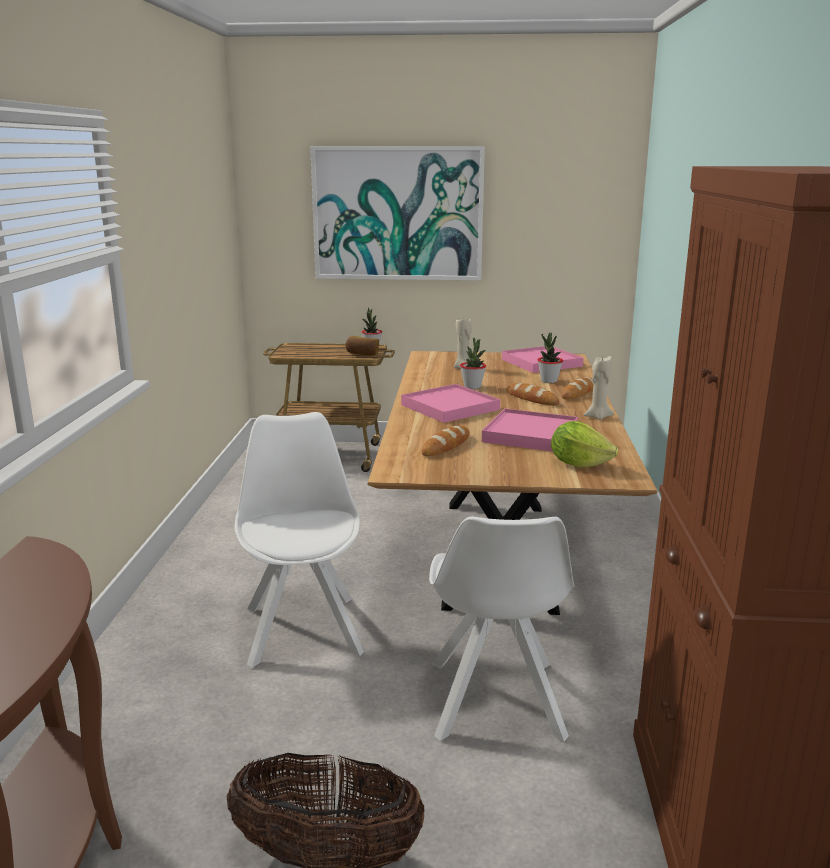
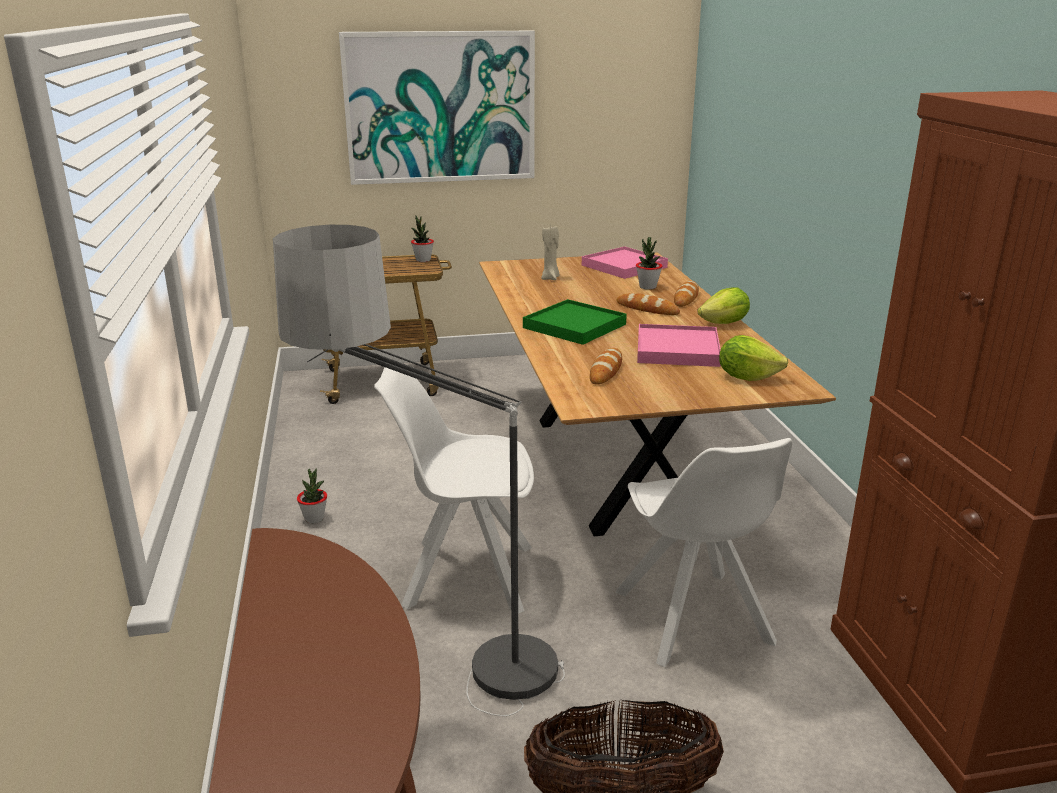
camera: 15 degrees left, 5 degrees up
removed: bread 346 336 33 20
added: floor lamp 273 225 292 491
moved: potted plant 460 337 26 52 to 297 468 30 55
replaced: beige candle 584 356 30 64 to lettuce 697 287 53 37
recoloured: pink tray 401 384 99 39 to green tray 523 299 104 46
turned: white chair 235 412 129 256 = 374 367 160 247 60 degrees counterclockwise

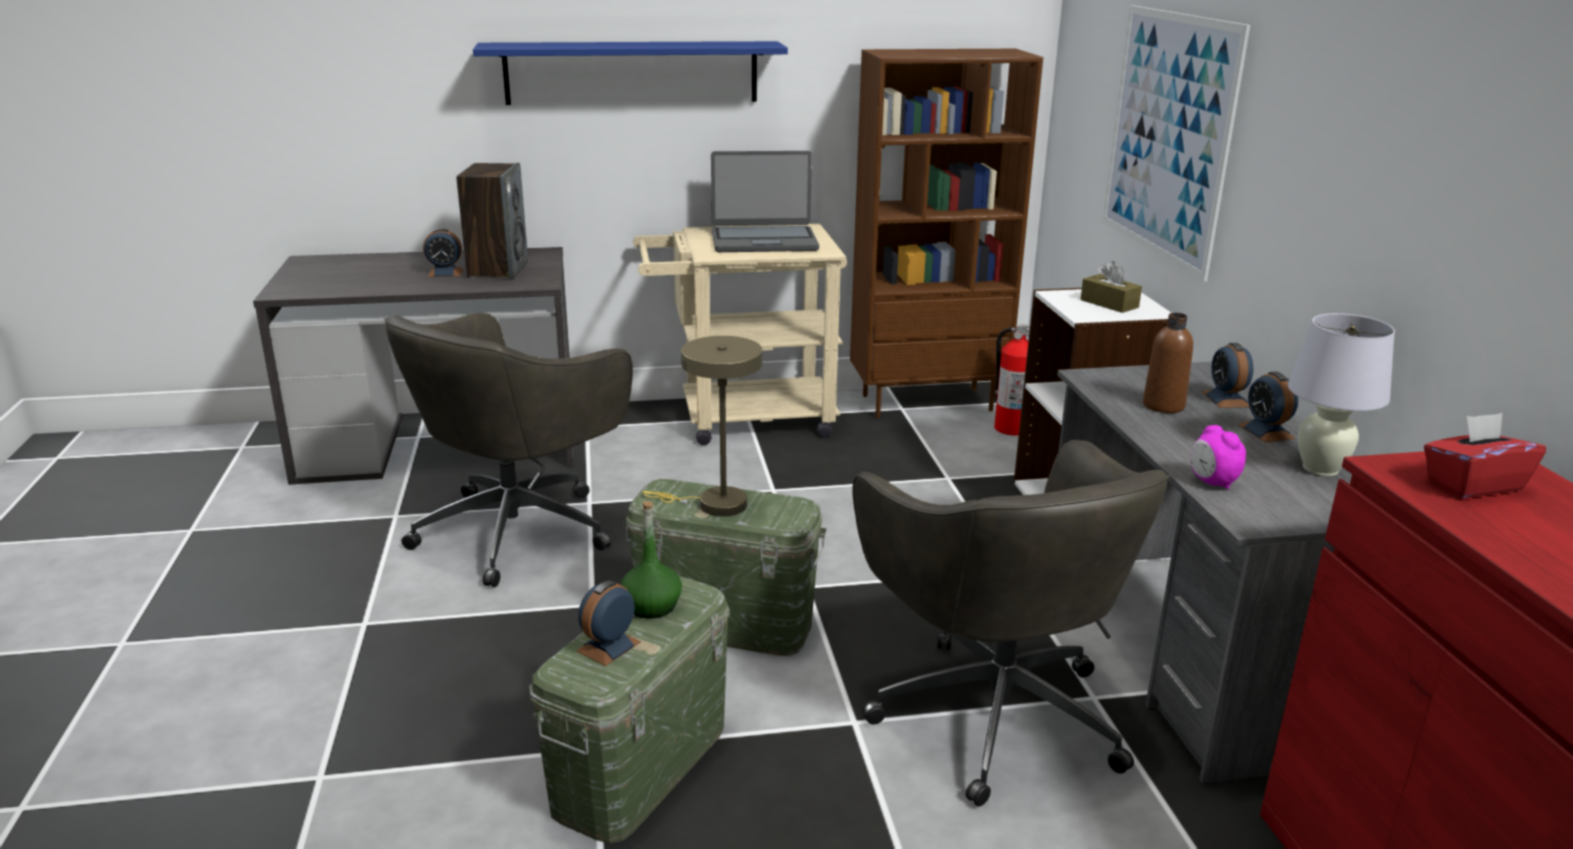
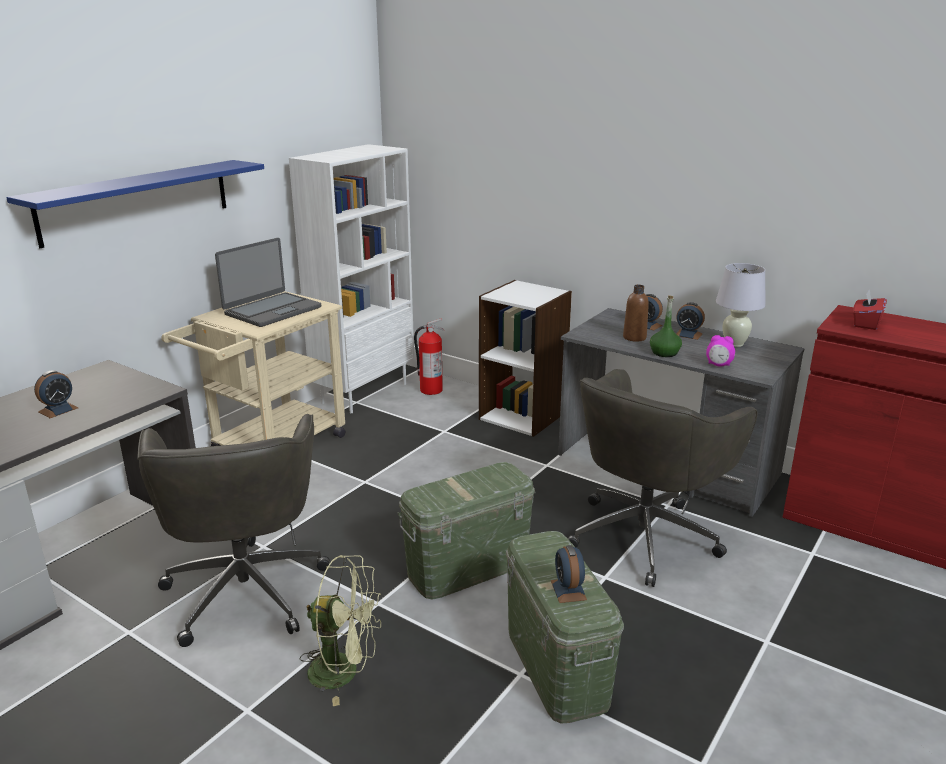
camera: 45 degrees left, 0 degrees up
removed: speaker 456 163 72 116; beige table lamp 643 336 119 181; brown tissue box 1081 261 61 52; picture 1102 5 148 276
added: green fan 300 555 81 151
moved: green bottle 621 501 61 117 to 650 295 32 62
recoloured: brown bookcase 850 49 193 369 to white bookcase 289 144 125 269
turned: grey office chair 852 440 318 367 = 568 369 189 218 105 degrees clockwise

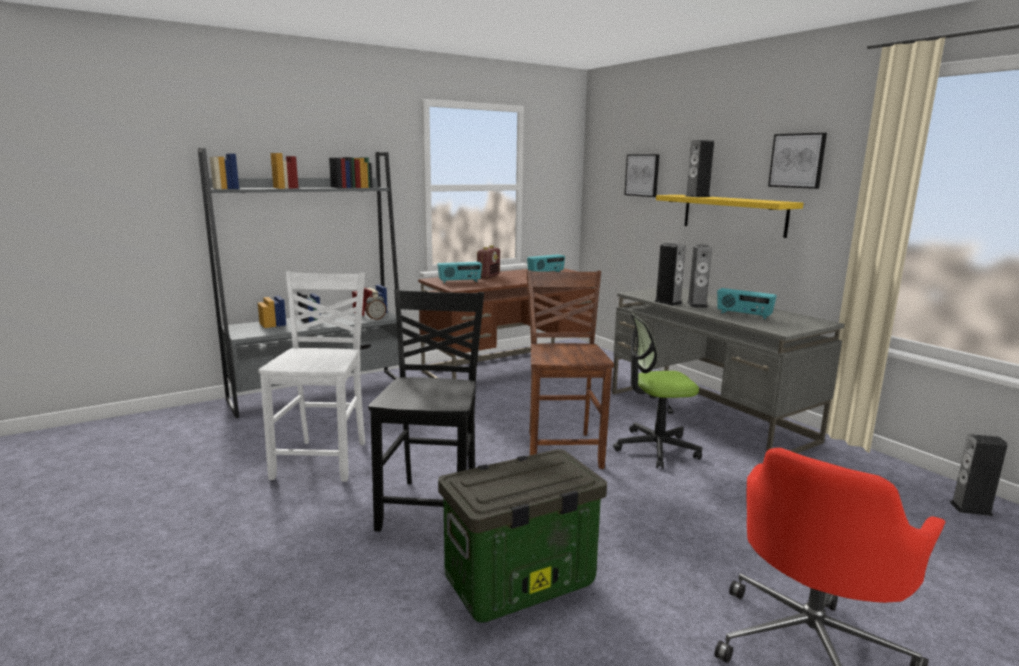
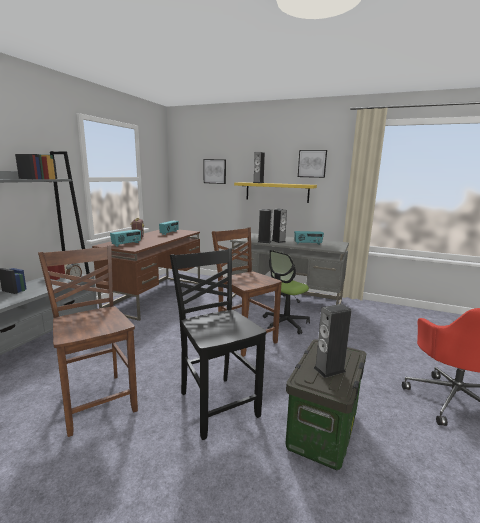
camera: 35 degrees left, 0 degrees up
moved: speaker 950 434 58 82 to 314 304 37 74
recoloured: white chair 258 271 107 211 to brown chair 38 245 100 192

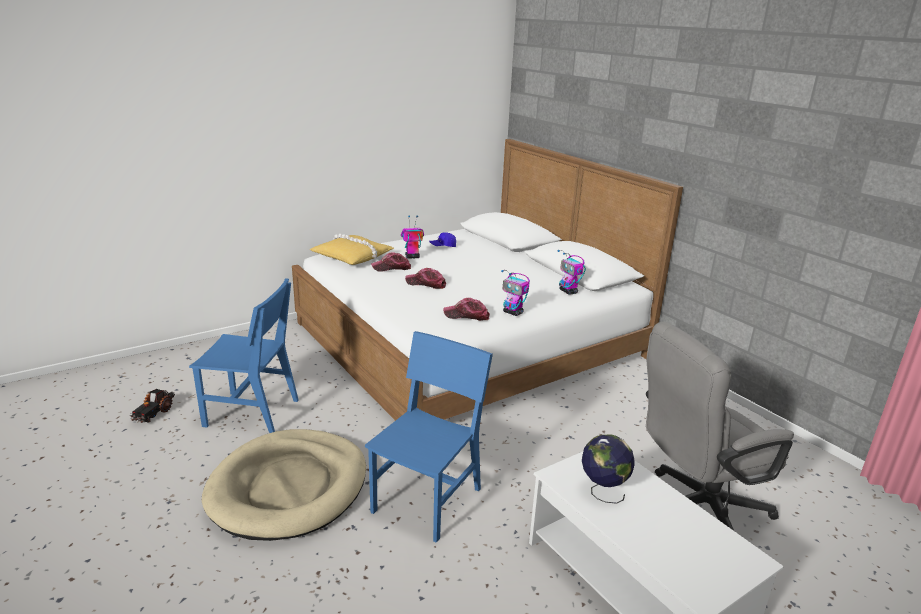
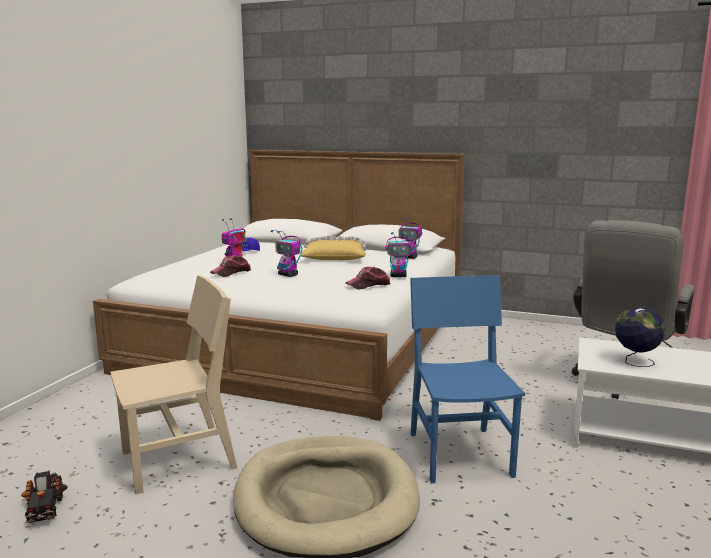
camera: 35 degrees left, 10 degrees down
moved: yellow pillow 310 234 84 31 to 299 236 67 24
replaced: cap 405 268 41 21 to toy robot 271 230 31 47
recoloured: blue chair 189 278 110 155 to beige chair 111 275 126 219

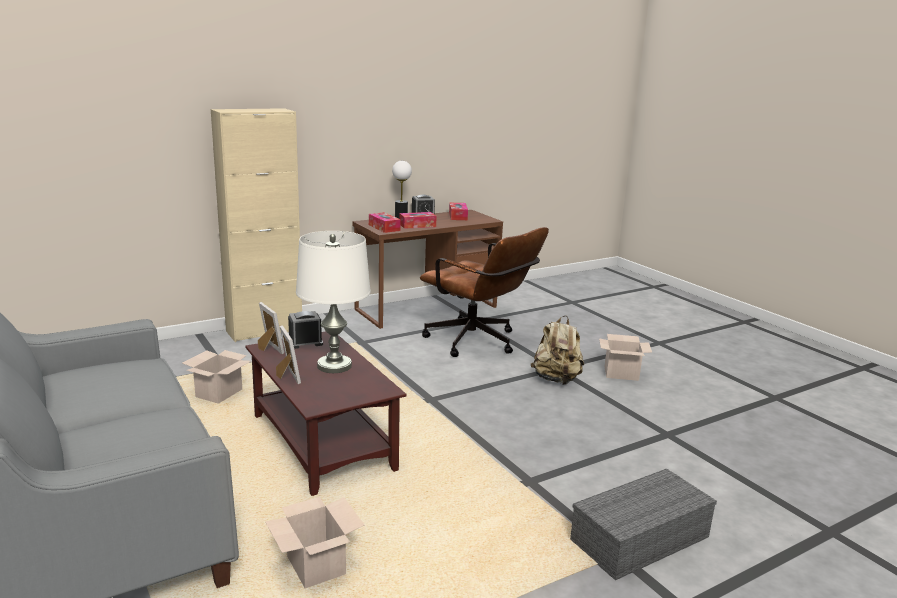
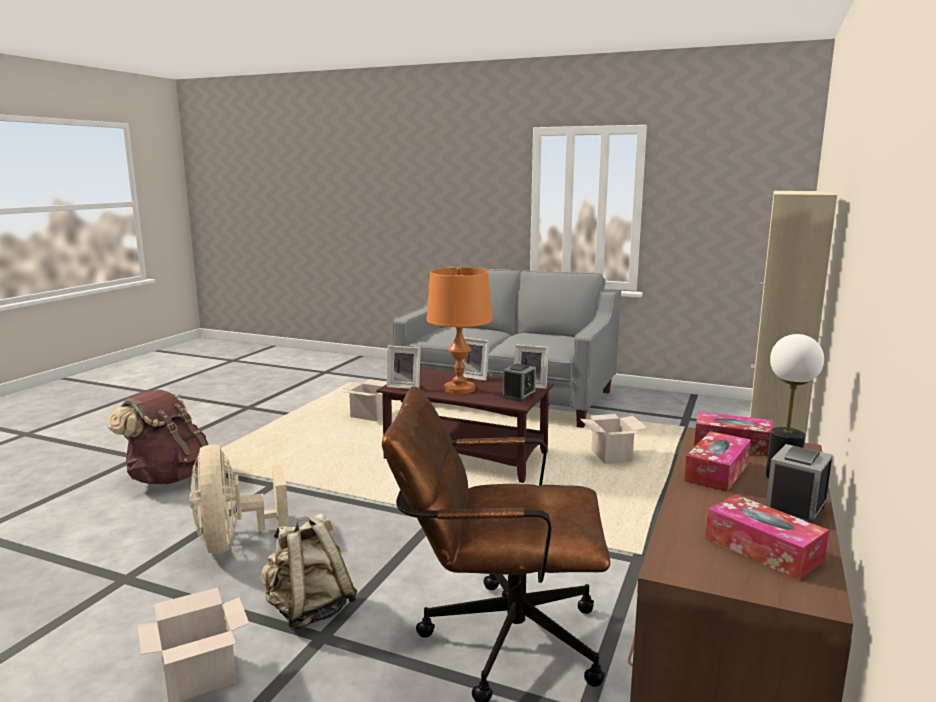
camera: 145 degrees right, 5 degrees down
added: beige fan 190 444 99 110; picture frame 387 345 34 44
replaced: grey storage box 570 469 147 111 to brown backpack 107 389 102 95
recoloured: white table lamp 296 231 75 142 to orange table lamp 426 267 66 127

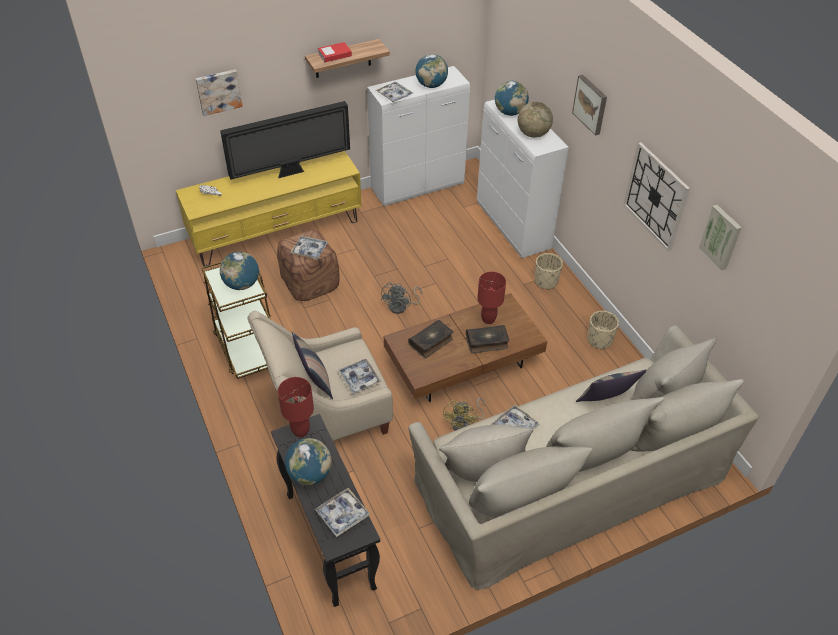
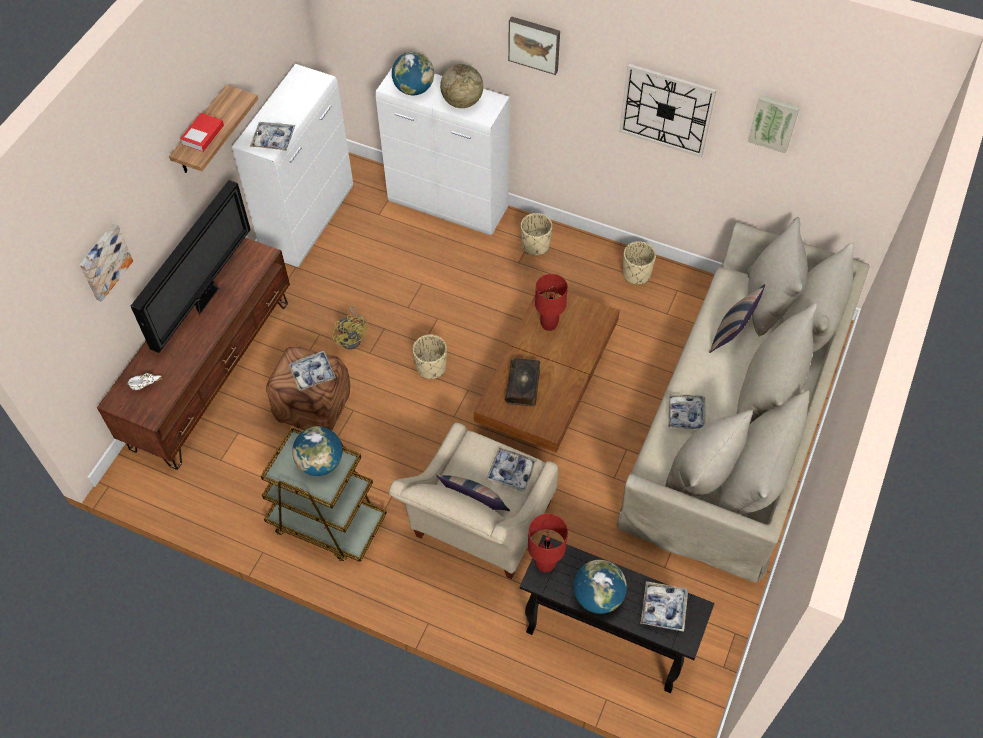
camera: 40 degrees left, 10 degrees up
removed: globe 415 54 33 34; book 466 325 43 28
moved: yellow fan 443 398 42 33 to 332 306 36 43
replaced: grey fan 381 282 42 32 to beige planter 413 335 34 44
recoloured: yellow tv stand 176 151 186 116 to brown tv stand 97 237 193 233

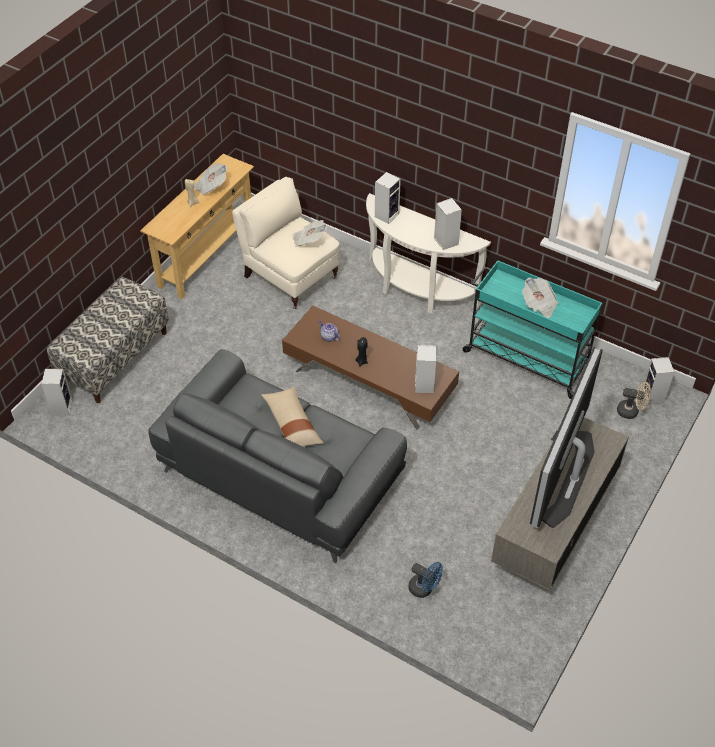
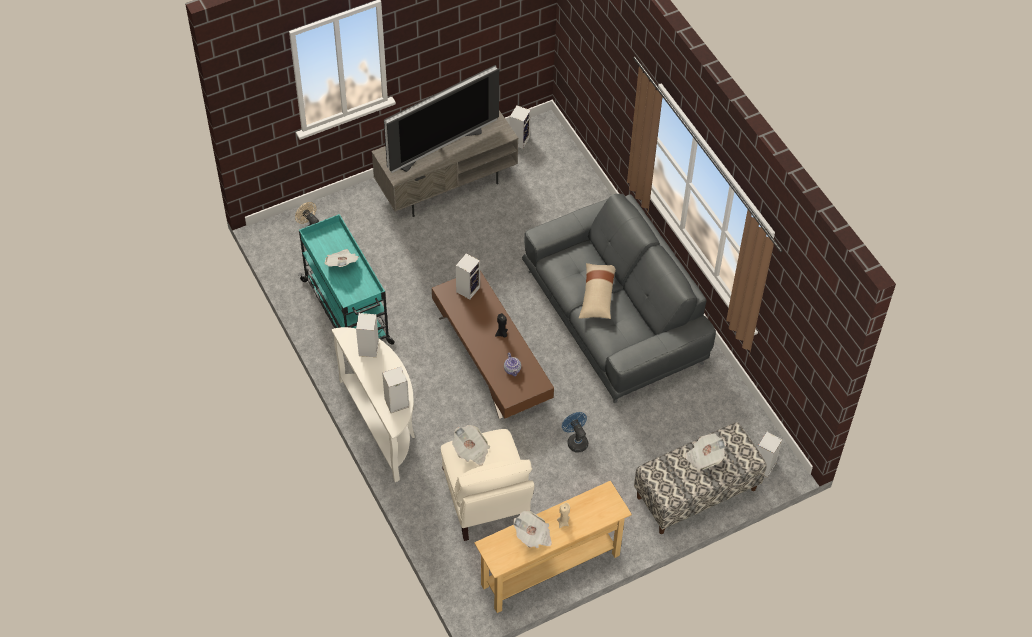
camera: 150 degrees left, 5 degrees up
added: newspaper 685 433 41 38
moved: speaker 642 357 32 47 to 509 105 22 44; blue fan 408 562 35 36 to 562 412 26 41

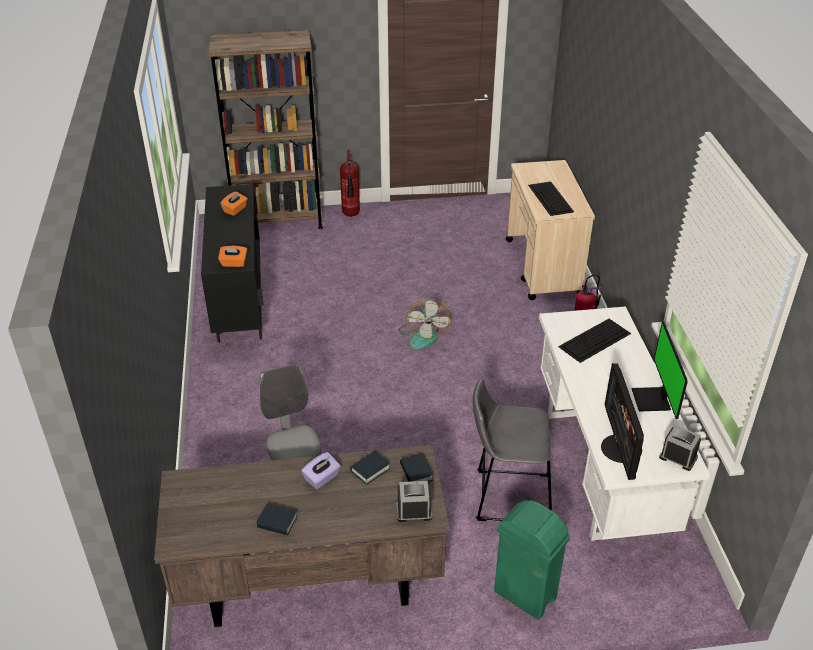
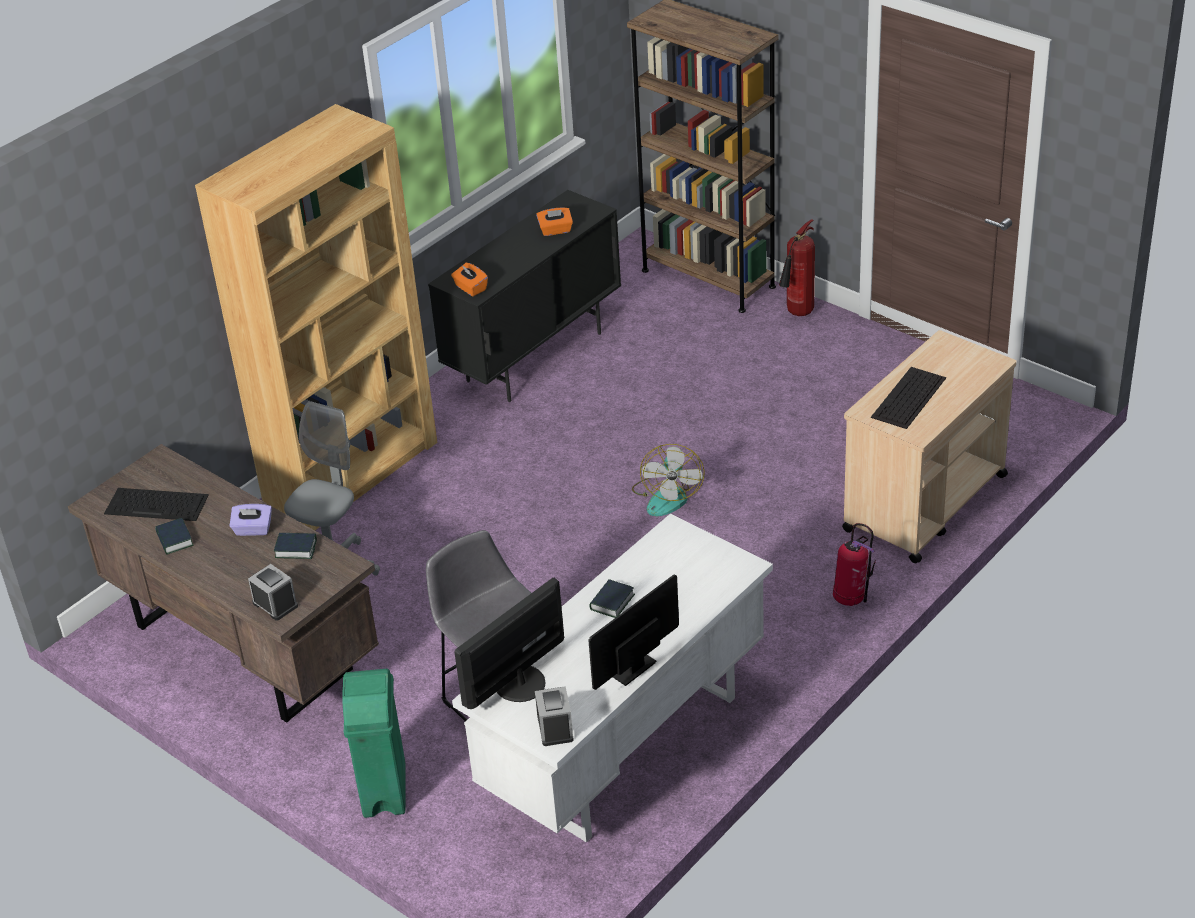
camera: 50 degrees right, 0 degrees up
added: brown bookcase 195 104 242 426
moved: keyboard 558 319 73 44 to 104 488 105 33; book 400 453 33 29 to 589 579 46 39
turned: fan 399 298 52 51 = 632 444 72 72 45 degrees counterclockwise

